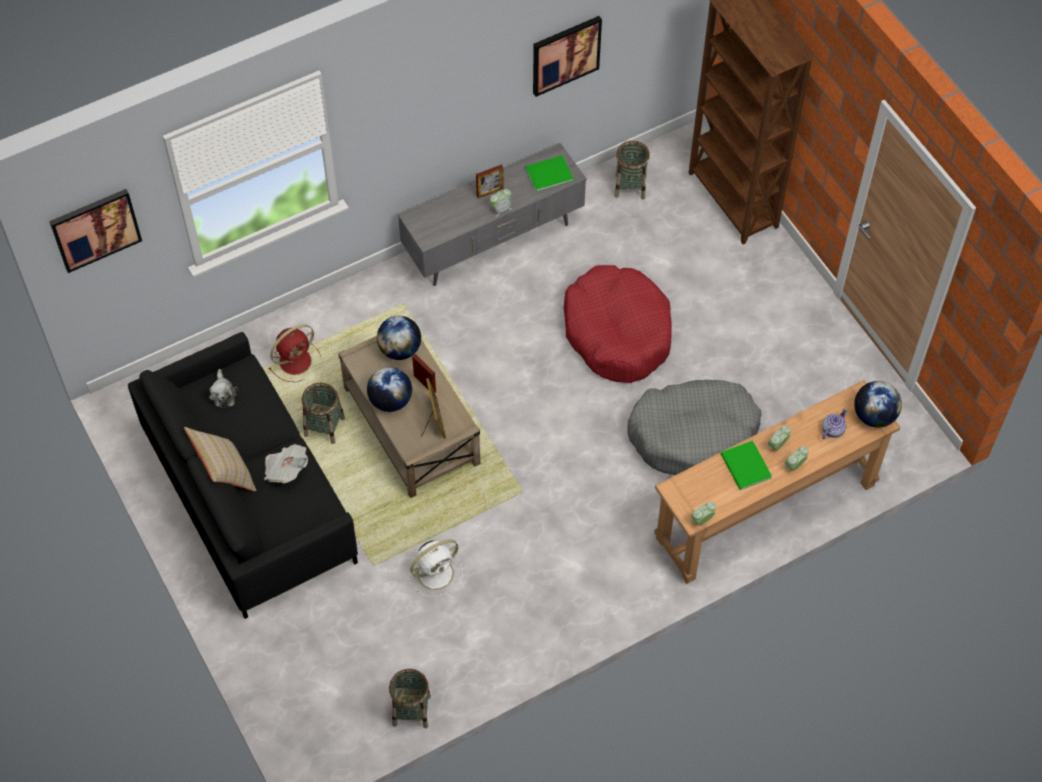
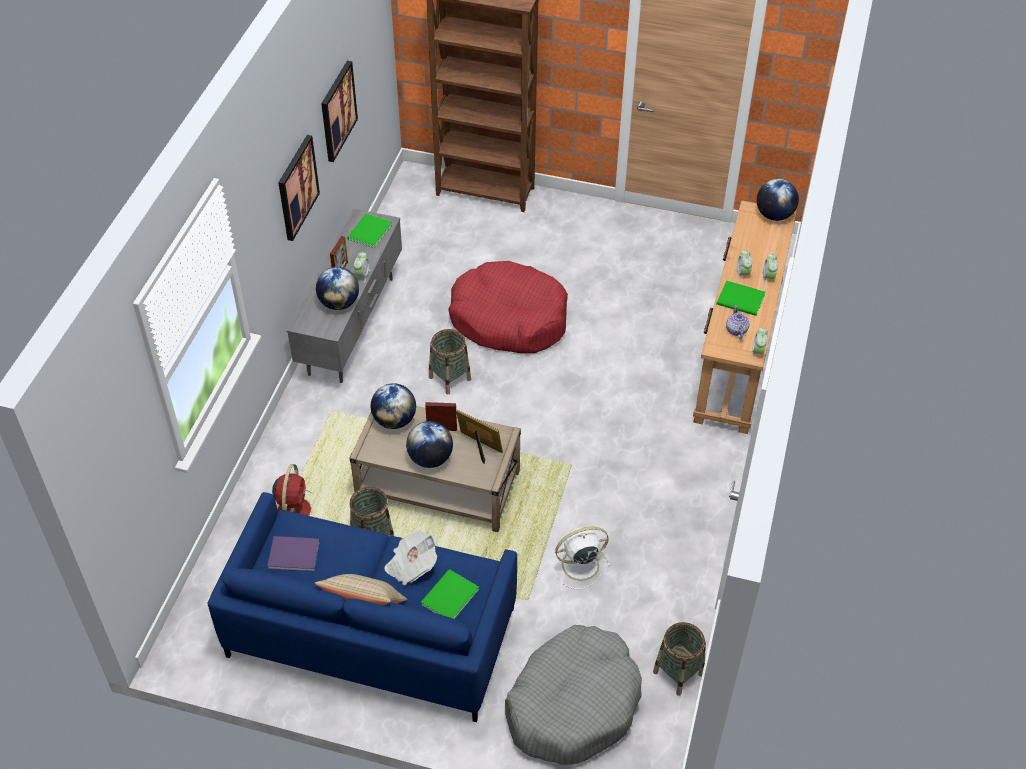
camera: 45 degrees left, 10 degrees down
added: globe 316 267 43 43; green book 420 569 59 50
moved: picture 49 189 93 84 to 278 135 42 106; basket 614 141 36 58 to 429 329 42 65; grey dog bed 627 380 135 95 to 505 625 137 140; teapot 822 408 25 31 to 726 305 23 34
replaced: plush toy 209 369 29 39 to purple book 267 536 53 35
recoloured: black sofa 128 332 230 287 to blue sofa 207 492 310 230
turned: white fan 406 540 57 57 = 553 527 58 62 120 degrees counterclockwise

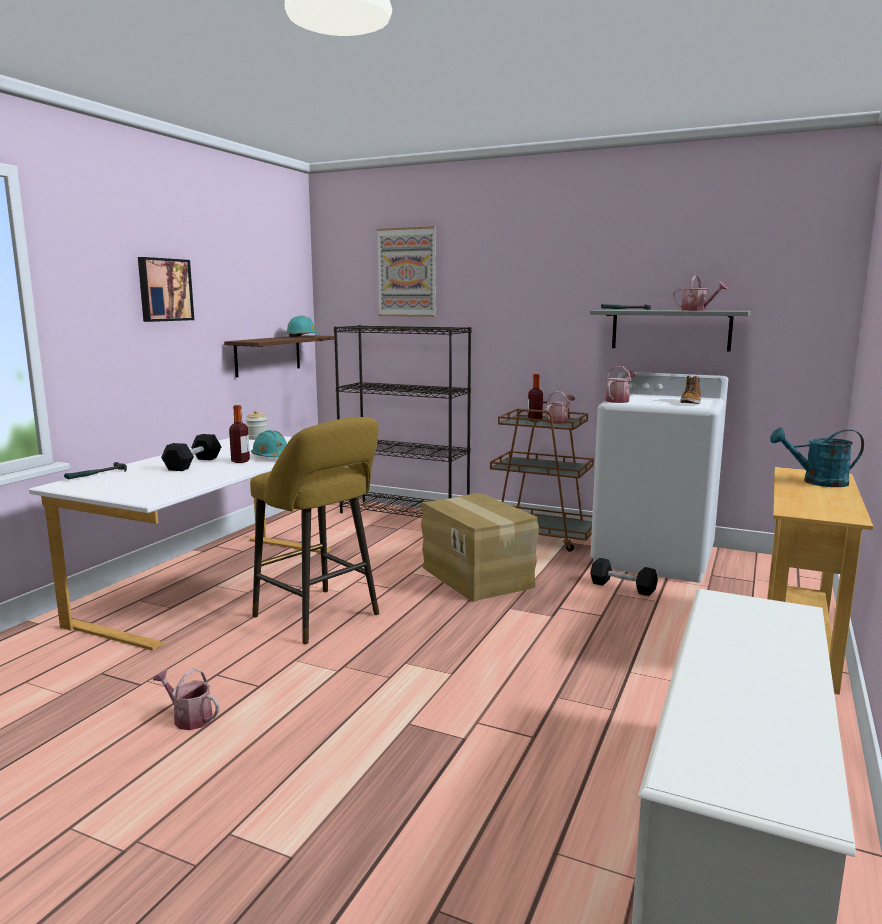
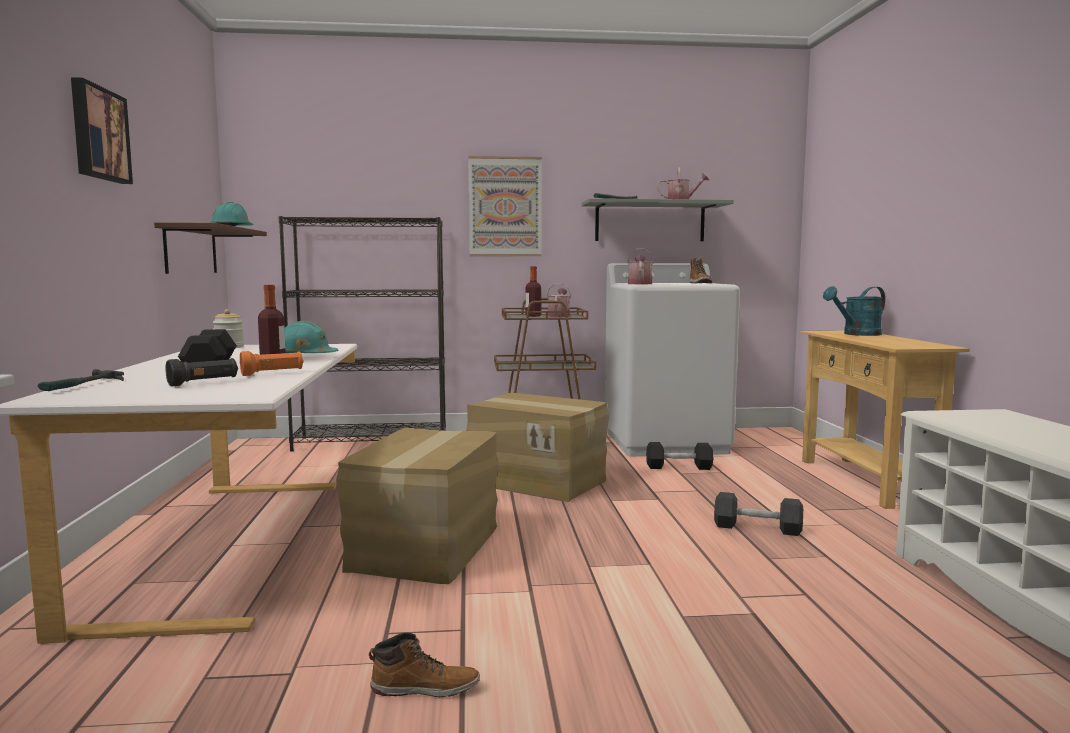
camera: 30 degrees left, 5 degrees down
added: black flashlight 165 358 73 29; orange flashlight 240 351 64 25; black dumbbell 714 492 89 44
moved: picture 377 226 59 91 to 468 156 74 100
replaced: yellow stool 250 417 129 227 to cardboard box 336 427 162 157; watering can 153 669 66 61 to boot 369 633 111 64

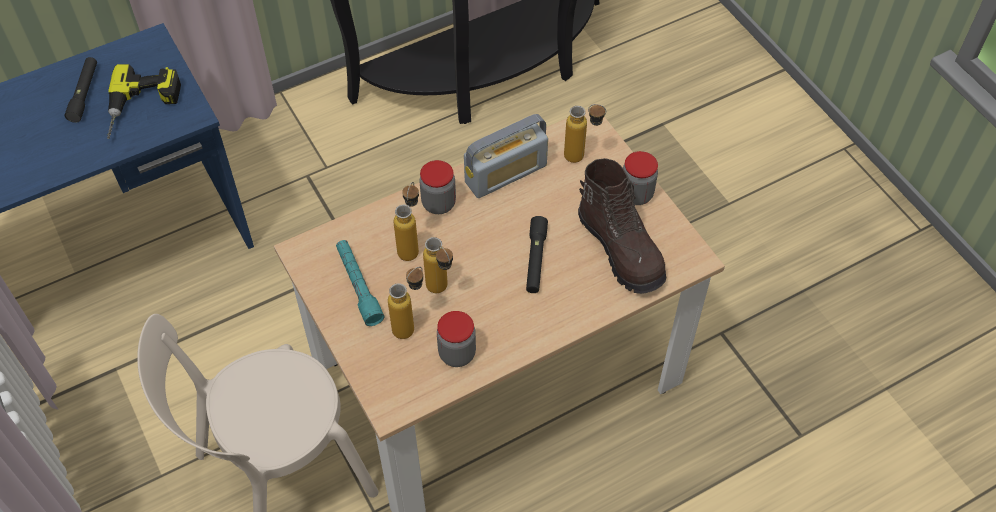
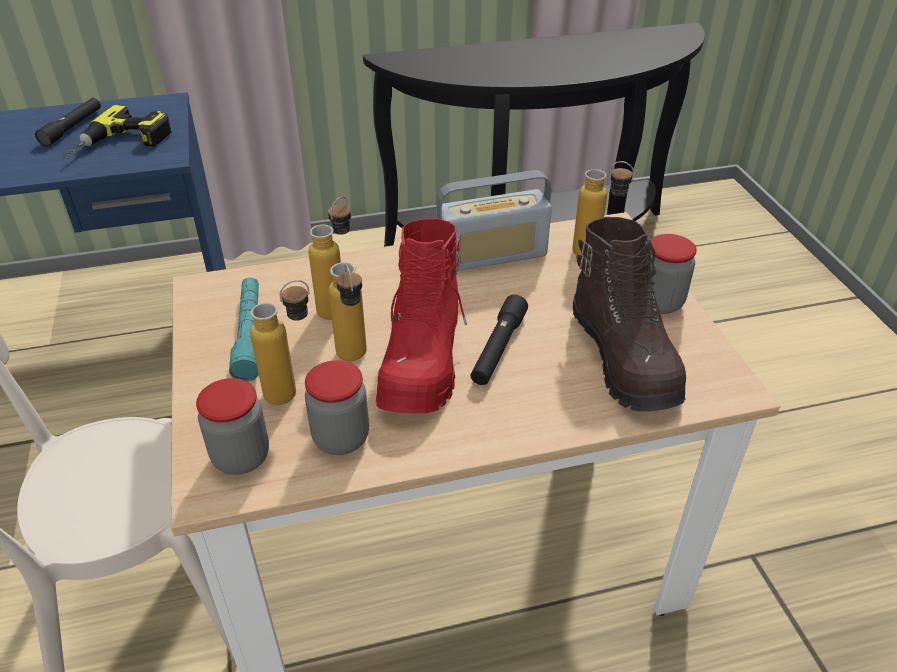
camera: 15 degrees right, 15 degrees down
added: red boot 376 218 91 195
moved: jar 419 160 37 54 to 196 378 73 97

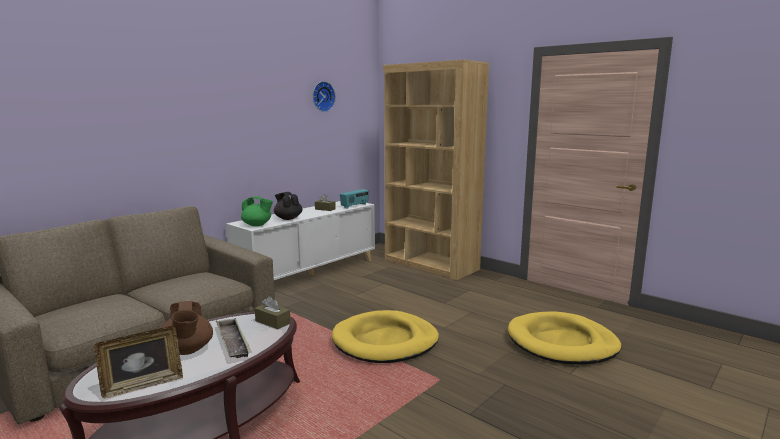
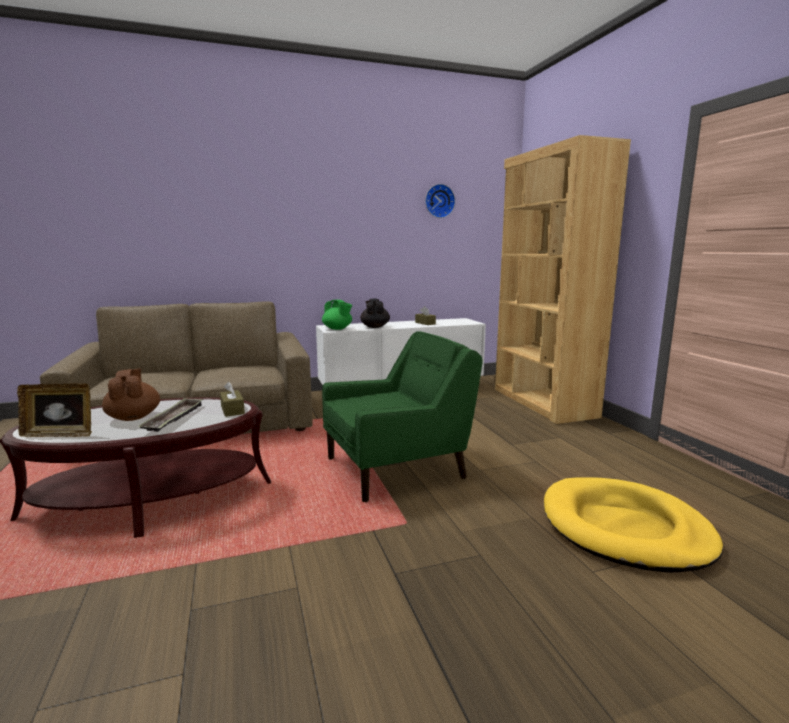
camera: 30 degrees right, 0 degrees up
removed: radio 340 189 29 20
replaced: yellow dog bed 332 310 107 53 to green armchair 322 331 161 171
turned: brown teapot 161 301 52 54 = 102 368 58 53 150 degrees clockwise

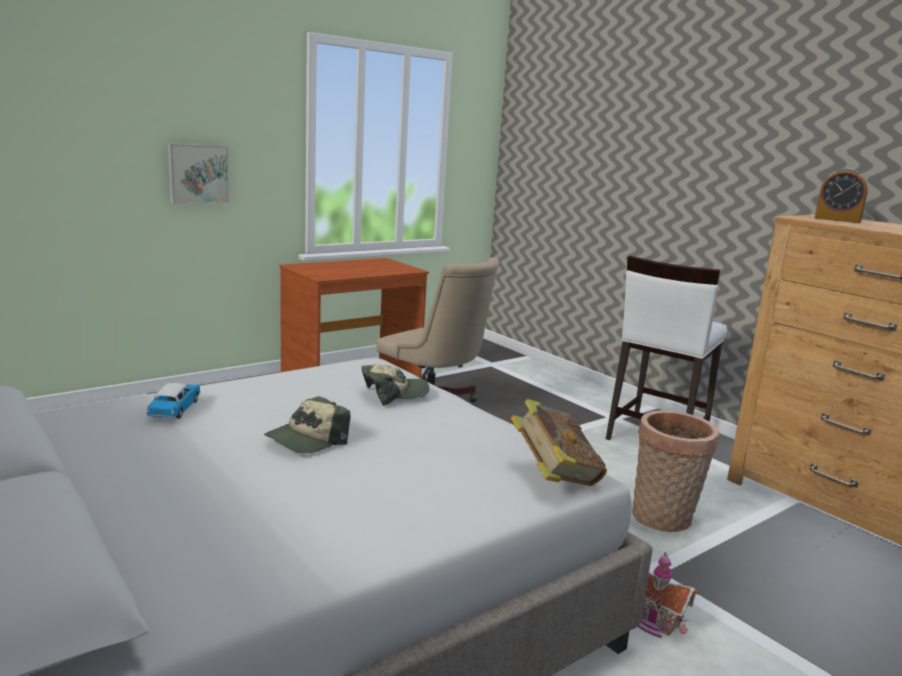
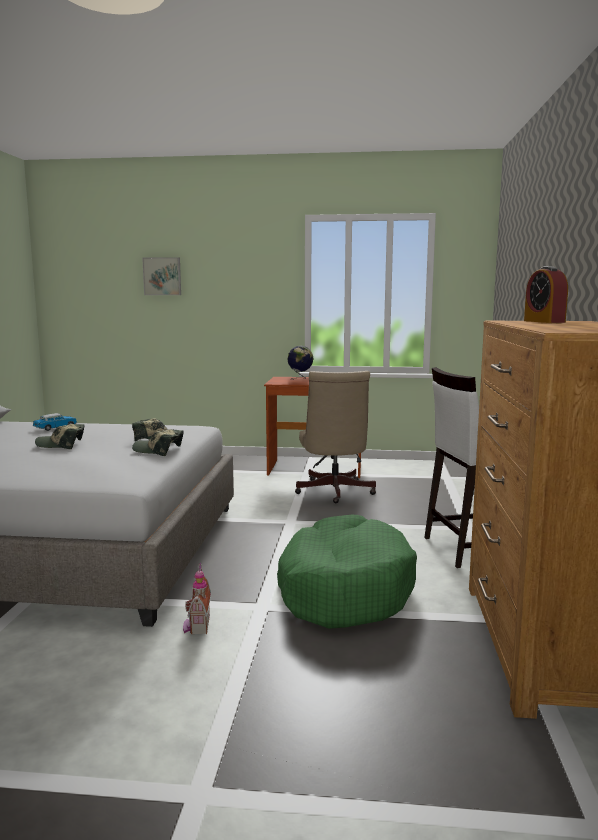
camera: 45 degrees right, 5 degrees down
removed: book 511 399 96 87
added: cap 132 429 52 27; globe 287 346 27 34
moved: picture 168 144 61 60 to 142 257 39 38
replaced: basket 632 410 88 122 to green dog bed 277 515 140 114

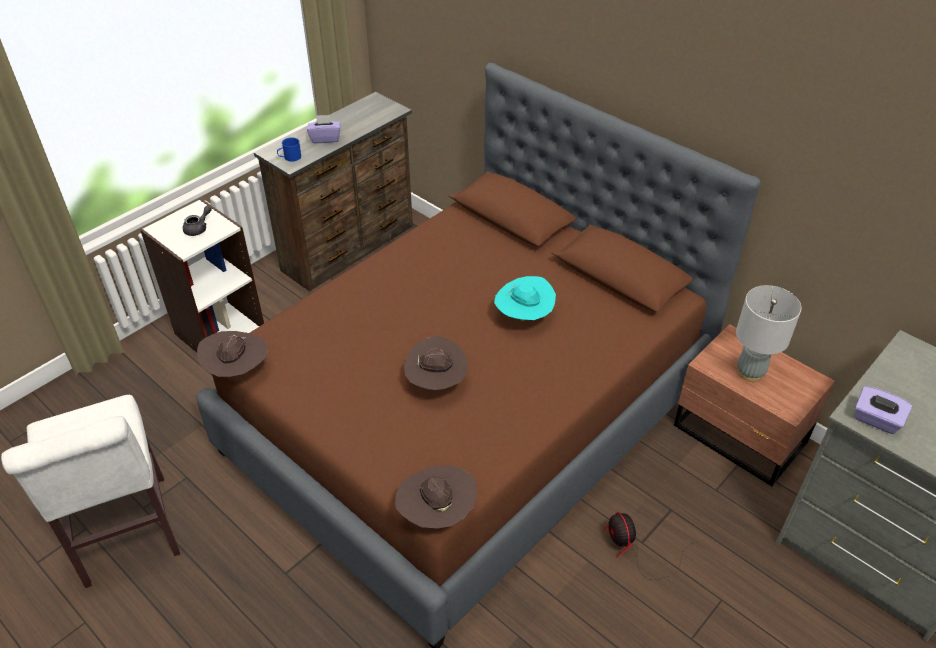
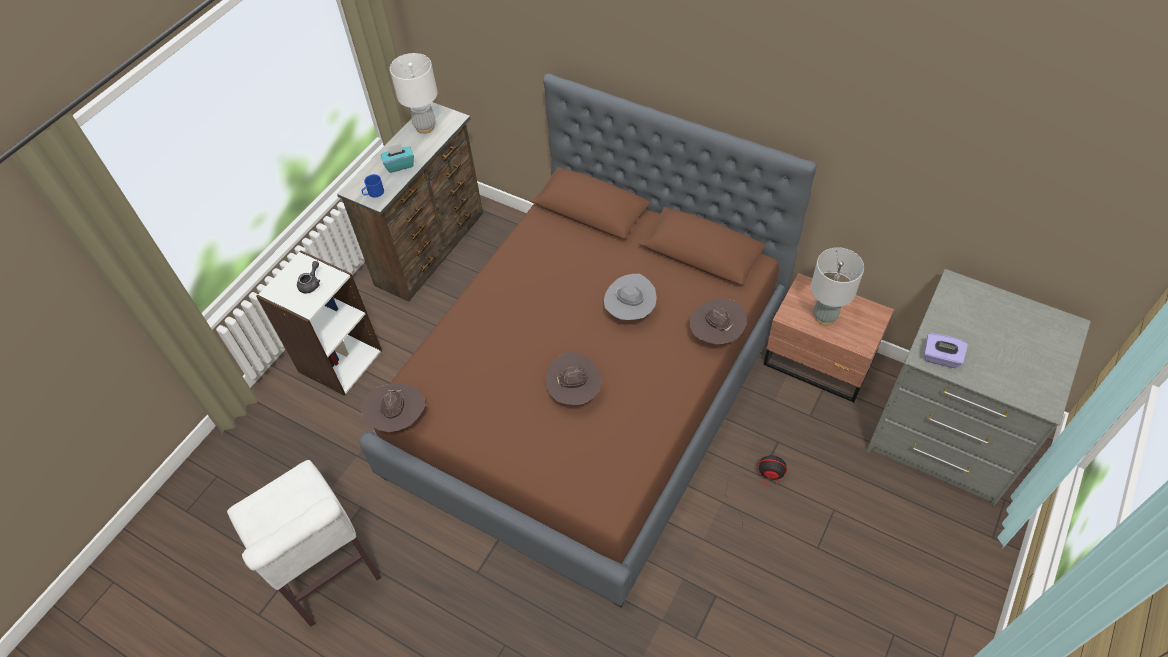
camera: 10 degrees left, 10 degrees up
added: white table lamp 390 53 48 81
moved: brown hat 395 465 82 63 to 689 298 58 46
recoloured: purple tissue box 307 115 33 28 to turquoise tissue box 381 144 33 29; turquoise hat 494 276 62 45 to grey hat 604 274 53 46
turned: fan 604 512 96 68 = 725 455 63 77 135 degrees clockwise

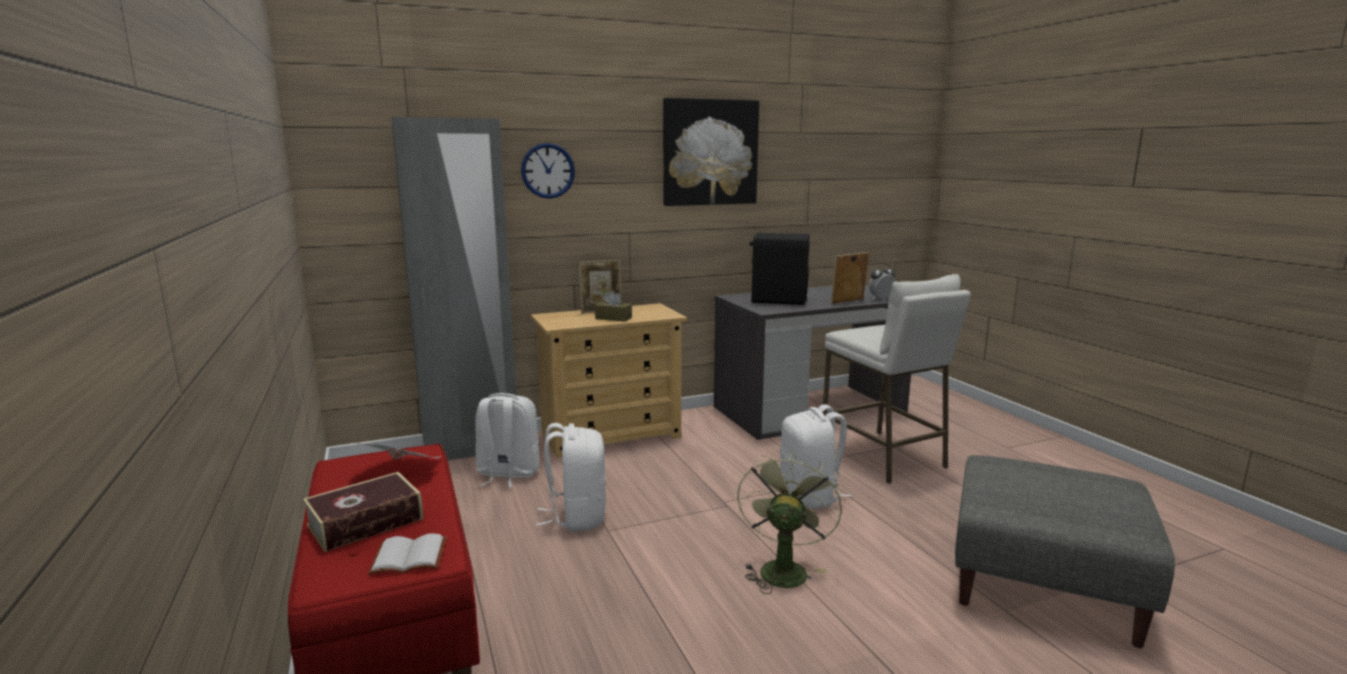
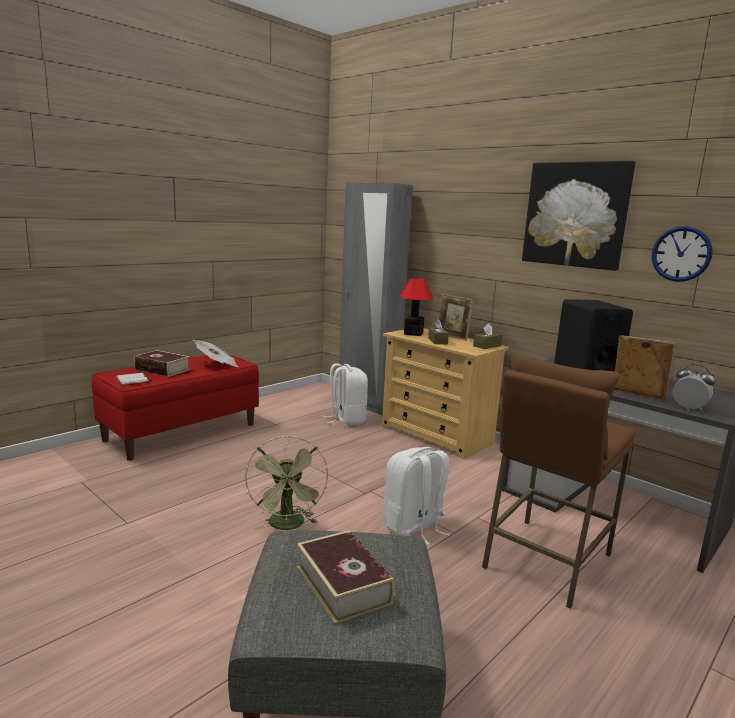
camera: 65 degrees right, 0 degrees up
removed: white backpack 536 423 70 109
added: book 297 530 97 94; table lamp 399 278 34 58; brown tissue box 473 323 29 26
moved: wall clock 521 143 54 56 to 652 226 60 56
recoloured: white stool 823 274 148 210 to brown stool 482 353 153 256
turned: green fan 737 451 105 143 = 245 435 83 95 90 degrees clockwise

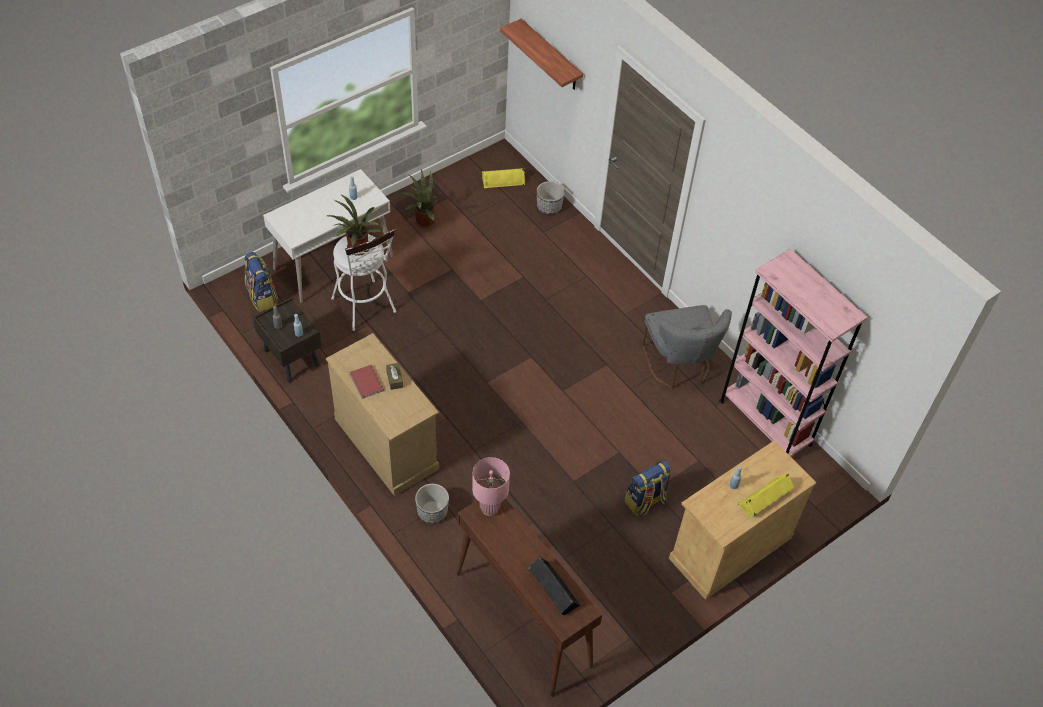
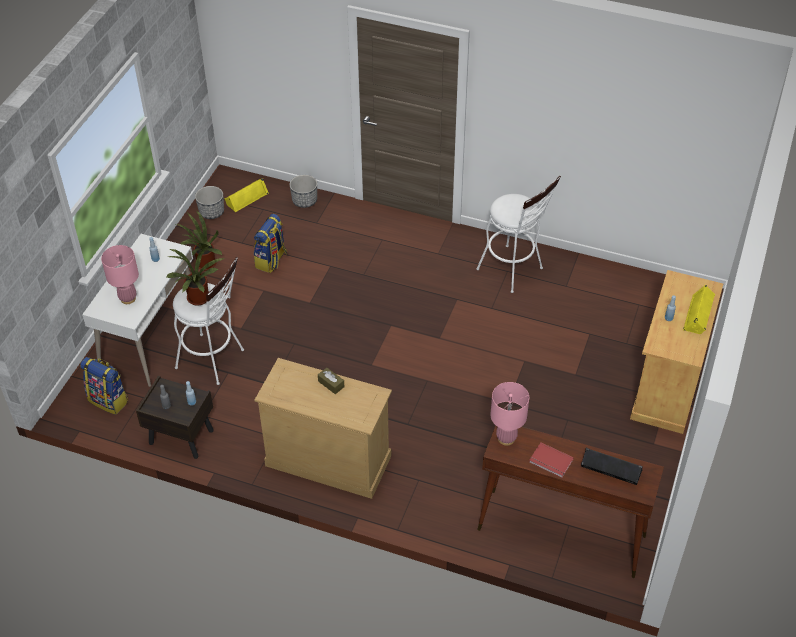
camera: 30 degrees left, 5 degrees down
removed: shelf 500 19 83 71; pink bookcase 719 249 149 208
added: pink table lamp 101 245 38 59
moved: planter 415 484 34 40 to 195 186 29 33; backpack 625 460 46 56 to 254 214 33 59; red book 350 365 34 34 to 529 443 45 35
replaced: grey chair 642 305 90 84 to white stool 476 176 85 117

